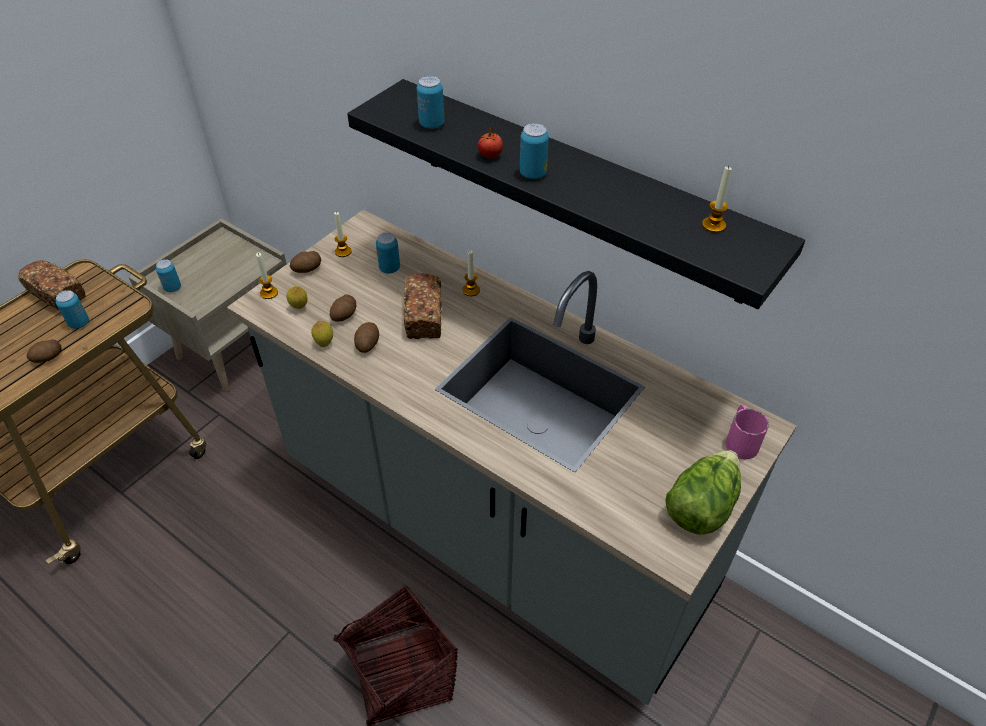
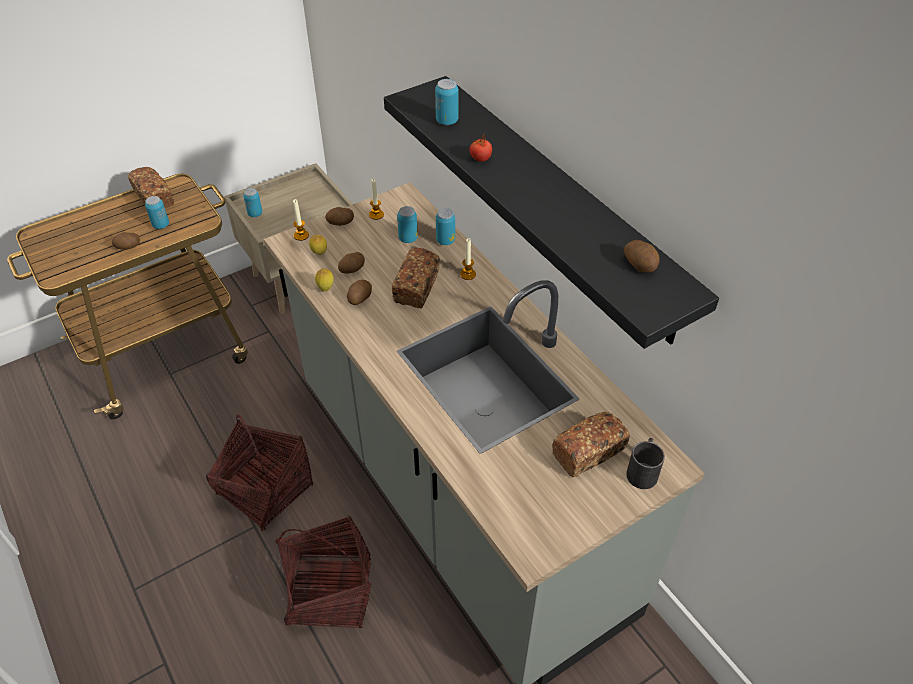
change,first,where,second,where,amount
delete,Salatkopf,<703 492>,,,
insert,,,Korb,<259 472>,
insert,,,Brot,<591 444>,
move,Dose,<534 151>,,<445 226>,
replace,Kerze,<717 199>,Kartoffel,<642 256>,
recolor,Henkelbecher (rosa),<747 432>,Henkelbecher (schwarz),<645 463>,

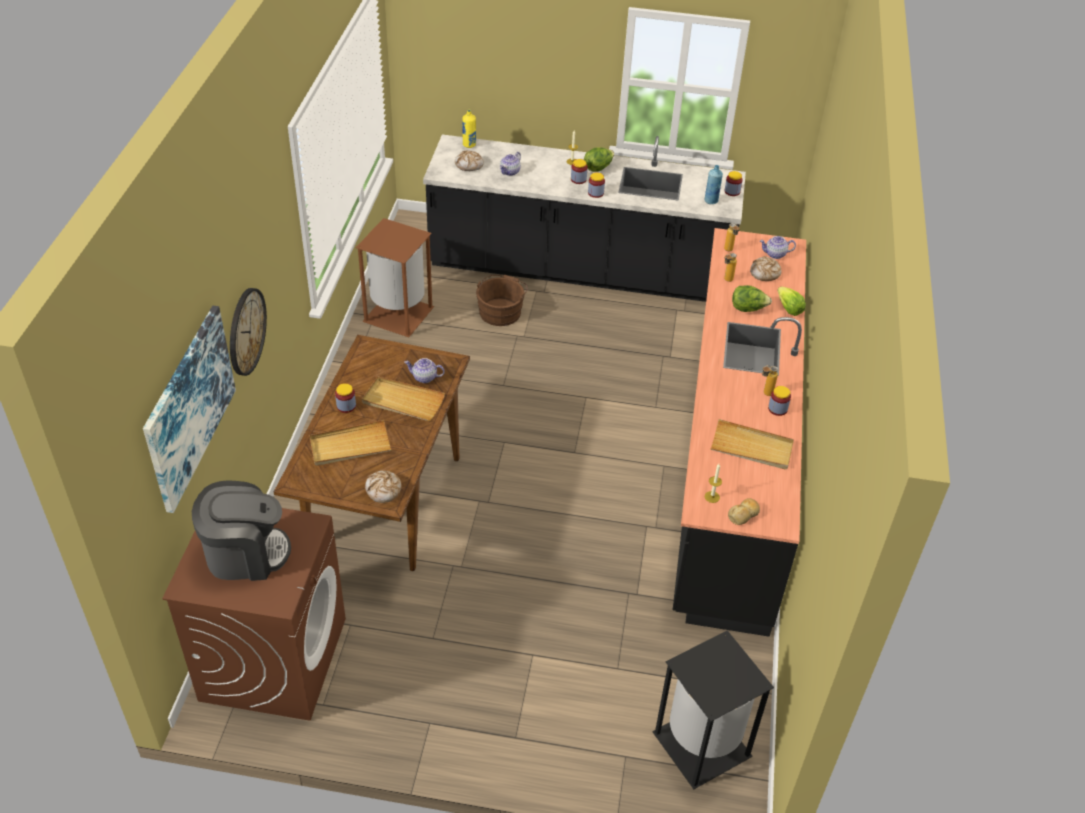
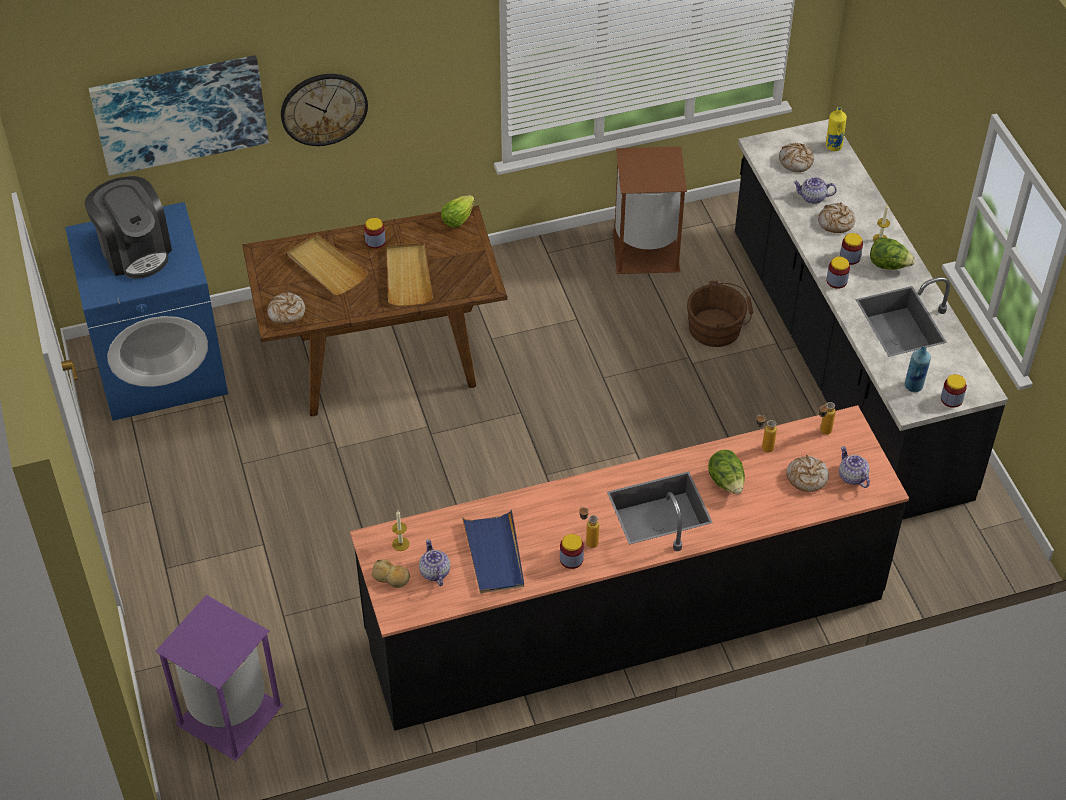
change,first,where,second,where,amount
insert,,,Brot,<836 218>,
move,Teekanne,<425 370>,,<434 562>,
move,Salatkopf,<791 301>,,<458 211>,
recolor,Waschmaschine (braun),<254 614>,Waschmaschine (blau),<146 311>,
recolor,Mülleimer (schwarz),<713 709>,Mülleimer (lila),<219 678>,
recolor,Tablett (beige),<752 444>,Tablett (blau),<493 551>,

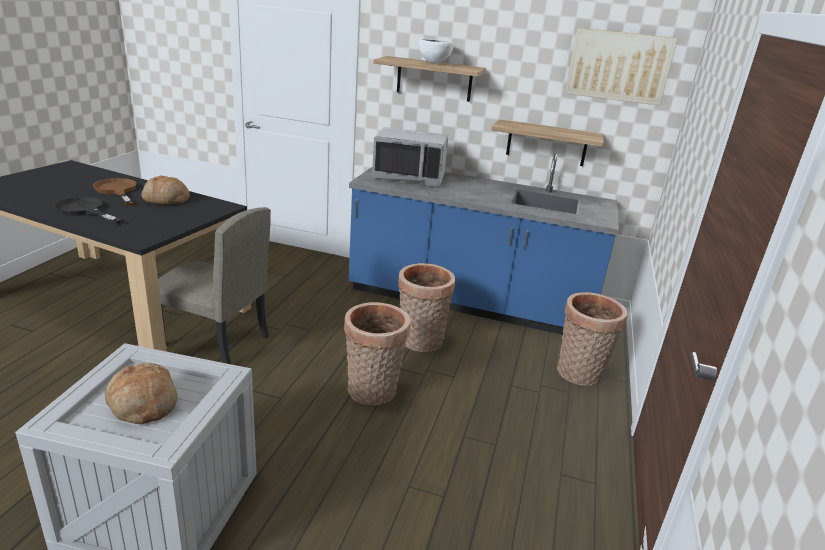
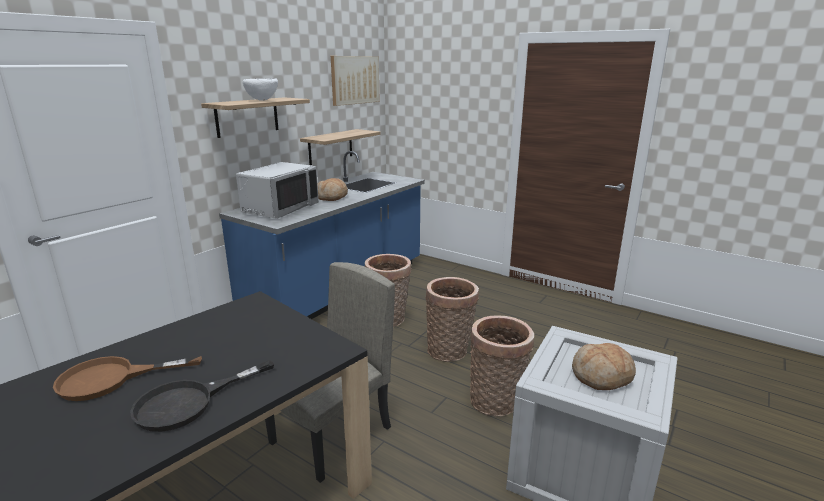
change,first,where,second,where,amount
move,Brot,<165 190>,,<332 189>,
move,Korb,<592 339>,,<502 366>,

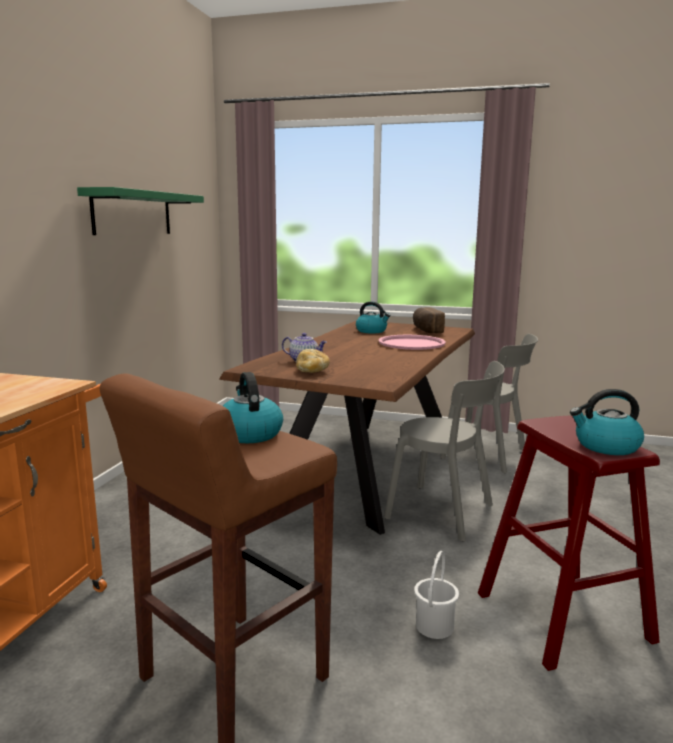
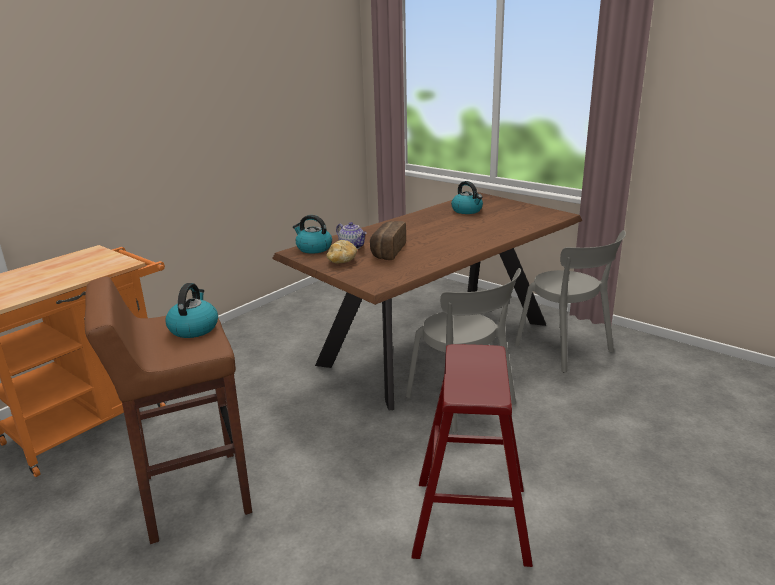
change,first,where,second,where,amount
delete,Wandregal (grün),<140 211>,,,
delete,Tablett (rosa),<412 342>,,,
delete,Eimer (weiß),<436 595>,,,
move,Brot,<429 320>,,<388 240>,
move,Wasserkessel,<607 422>,,<312 234>,

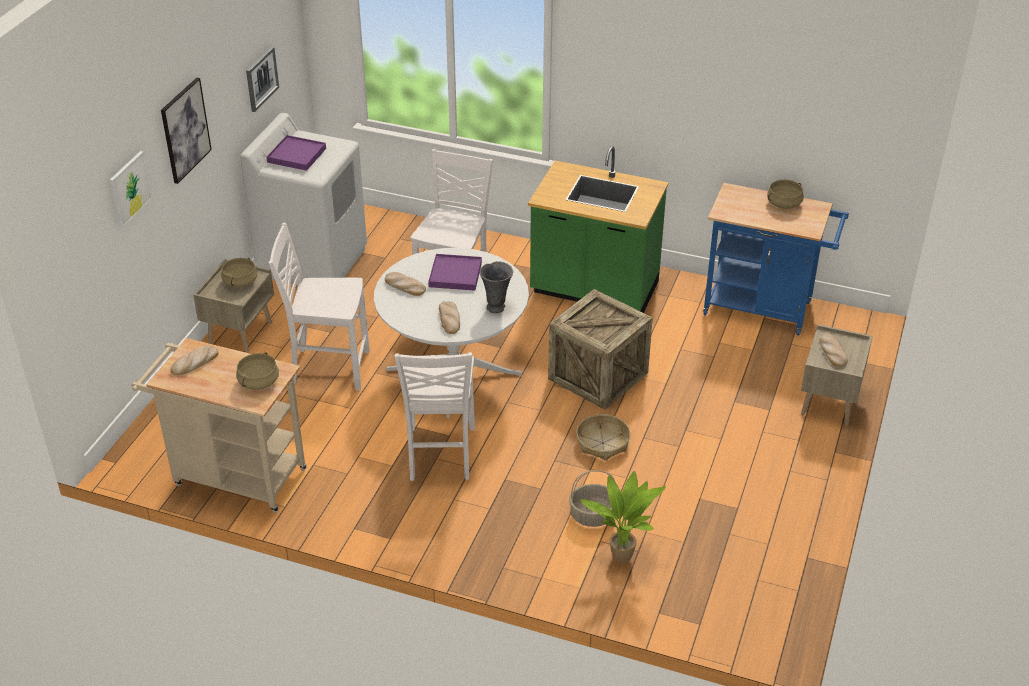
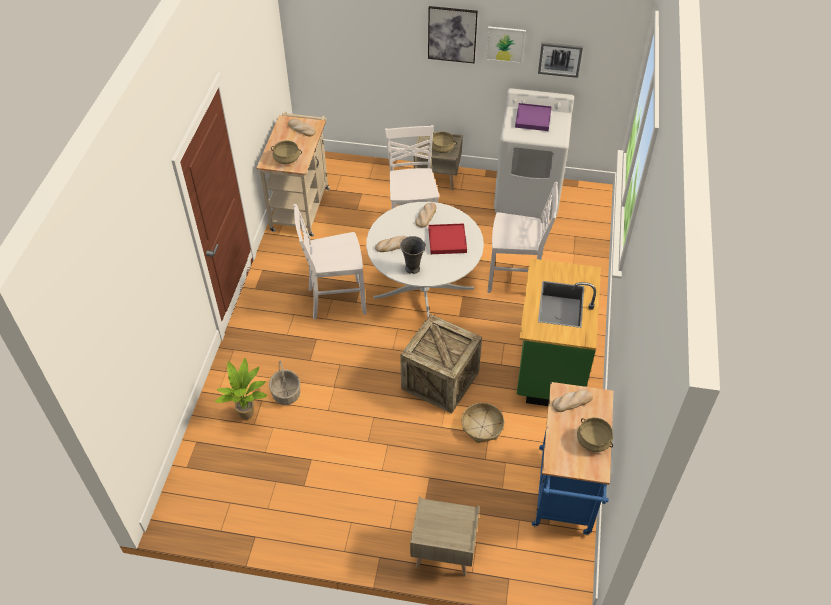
change,first,where,second,where,amount
move,Bild,<131 189>,,<506 45>,
move,Korb,<603 437>,,<483 423>,
move,Brot,<833 350>,,<572 400>,
recolor,Tablett (lila),<455 272>,Tablett (rot),<447 238>,

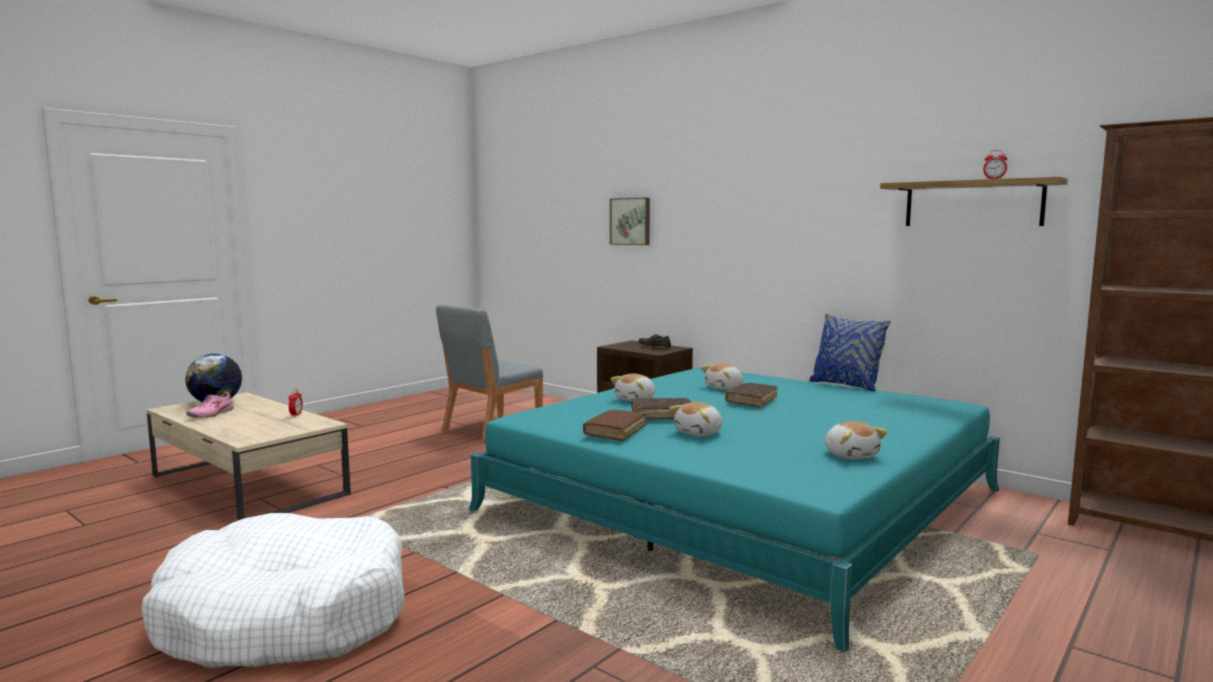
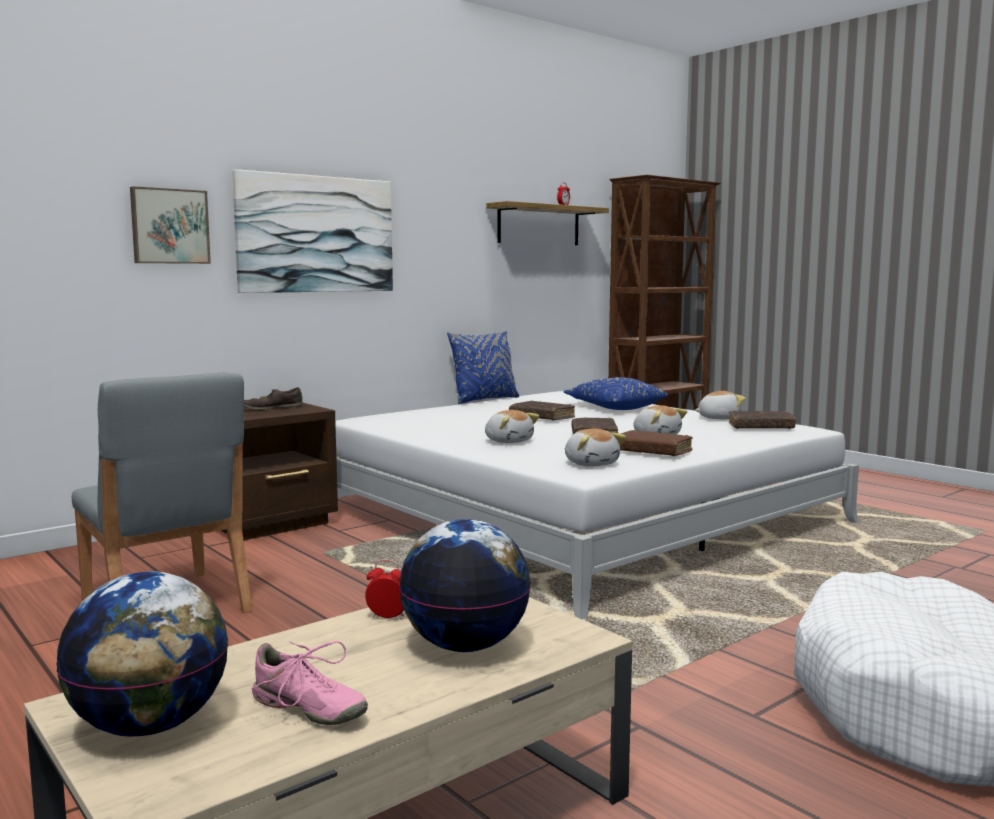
change,first,where,second,where,amount
insert,,,Bild,<312 231>,
insert,,,Globus,<465 585>,
insert,,,Kissen (blau),<616 393>,
insert,,,Buch (braun),<762 419>,
move,Plüschtier,<722 376>,,<595 447>,
recolor,Bett (türkis),<734 510>,Bett (weiß),<597 505>,

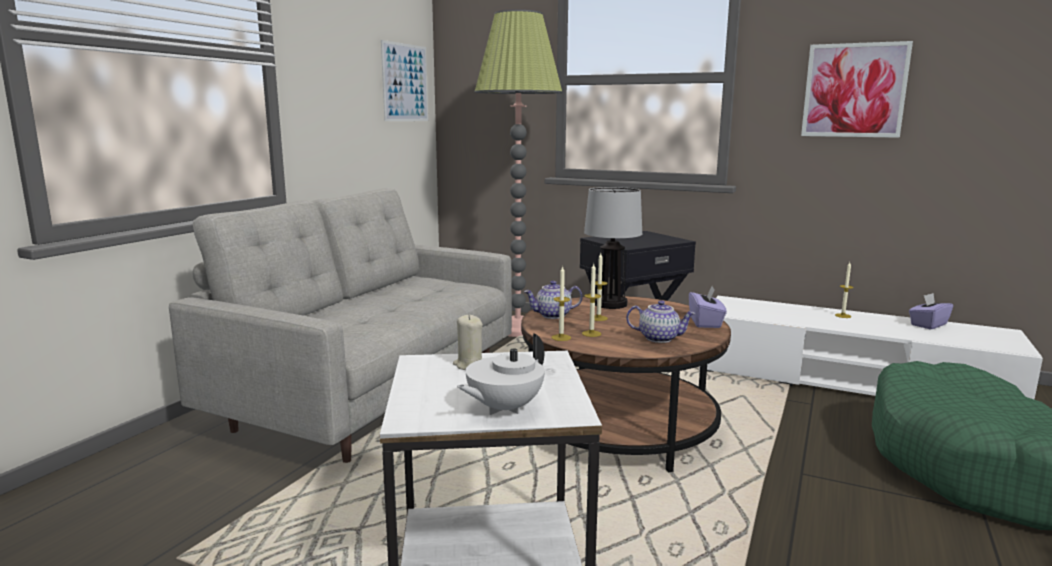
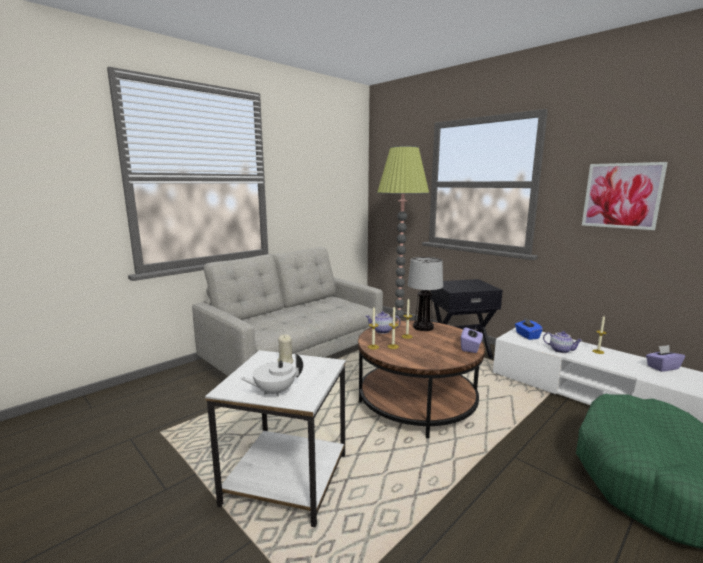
change,first,where,second,where,amount
delete,Bild,<404 80>,,,
insert,,,Taschentuchbox (blau),<529 328>,
move,Teekanne,<661 321>,,<563 342>,

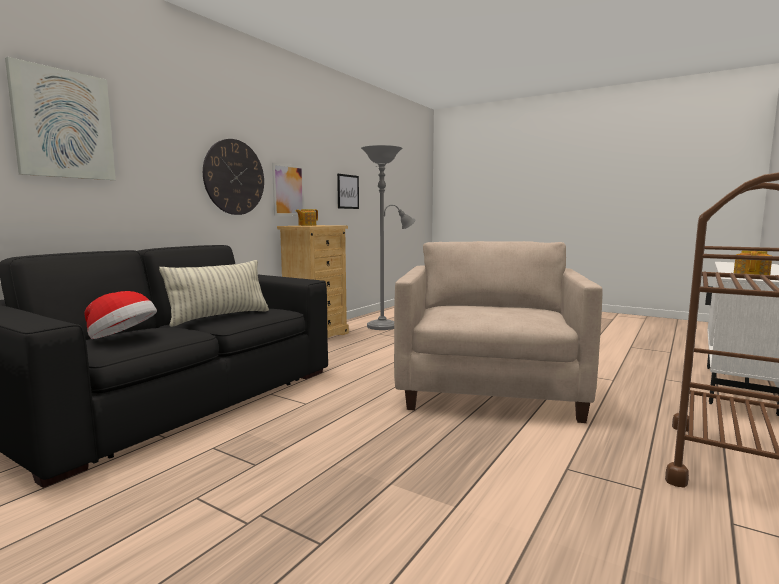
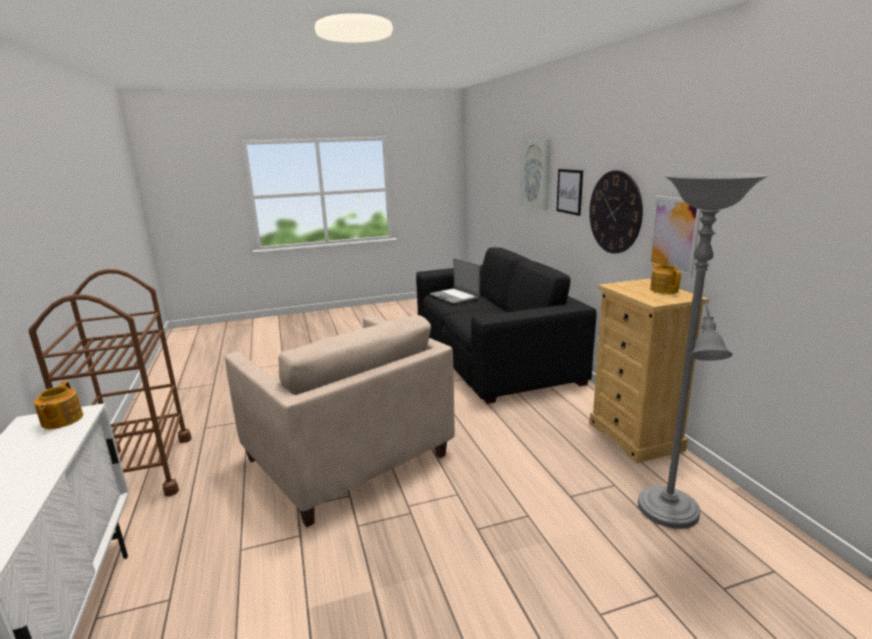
change,first,where,second,where,amount
delete,Kissen,<214 293>,,,
move,Bild,<348 191>,,<569 192>,
replace,Hut,<120 315>,Laptop,<454 280>,

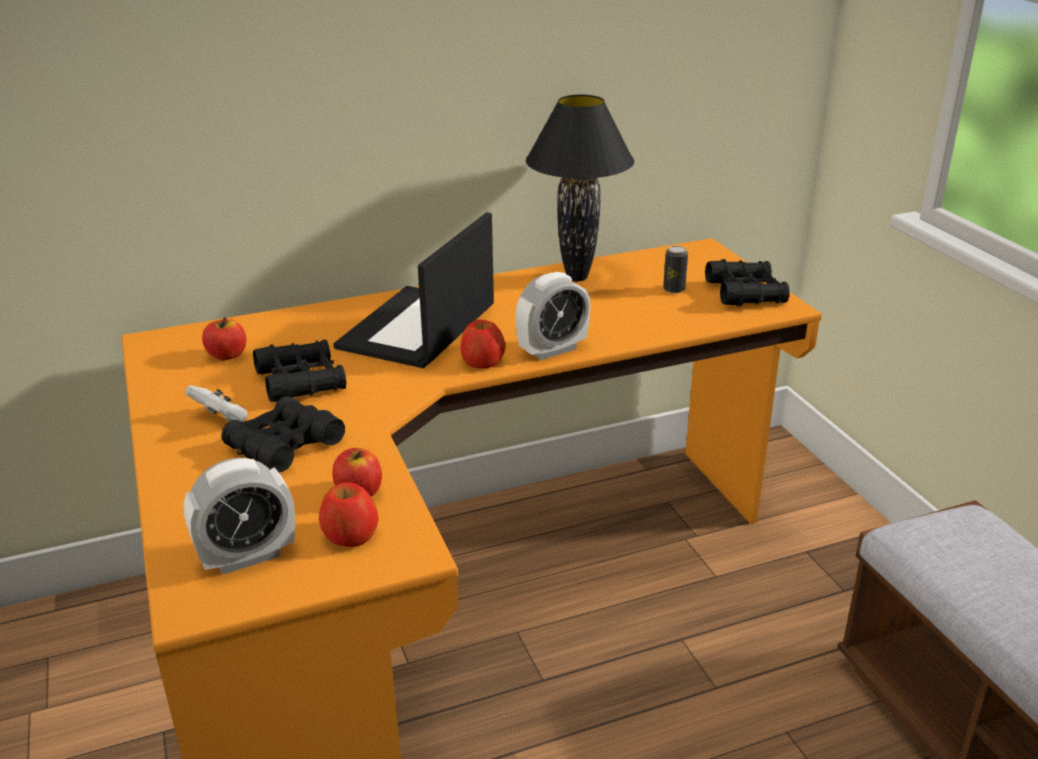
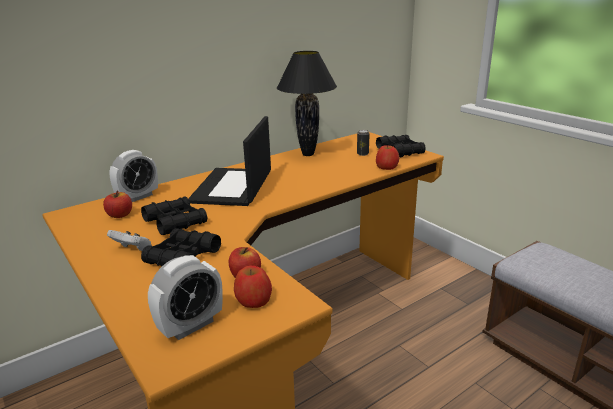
change,first,where,second,where,amount
move,Apfel,<483 344>,,<387 157>,
move,Wecker,<552 316>,,<133 176>,

